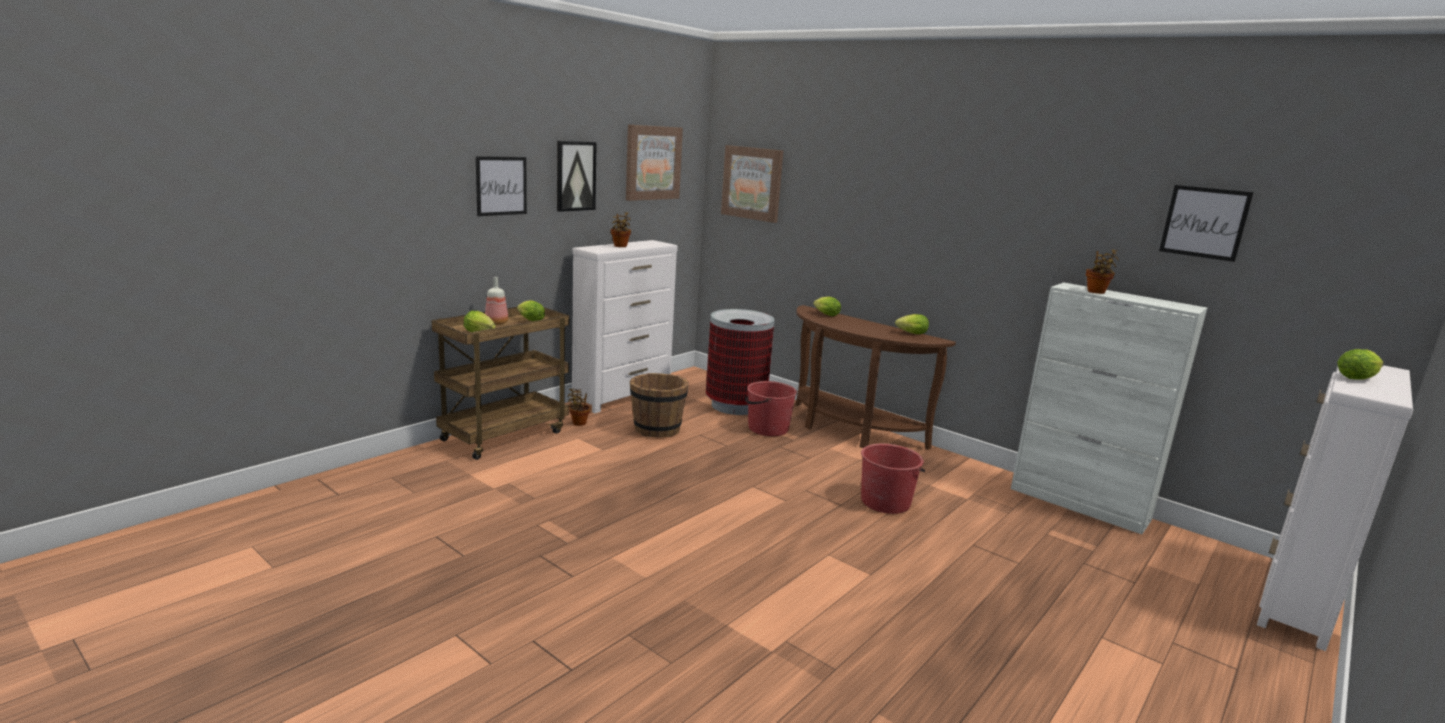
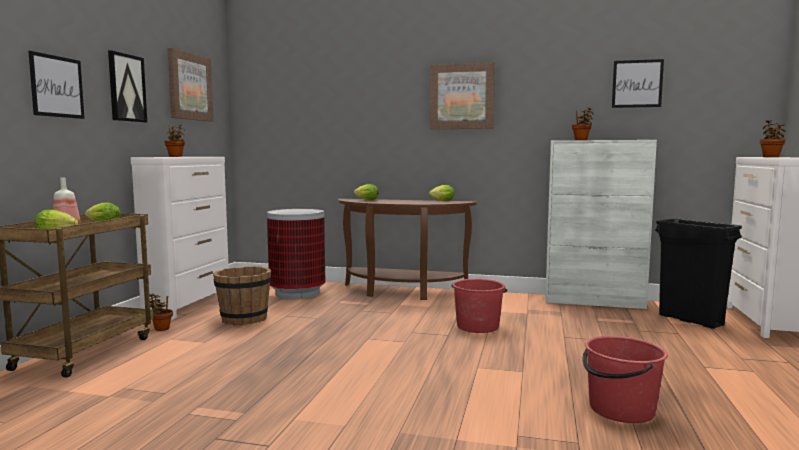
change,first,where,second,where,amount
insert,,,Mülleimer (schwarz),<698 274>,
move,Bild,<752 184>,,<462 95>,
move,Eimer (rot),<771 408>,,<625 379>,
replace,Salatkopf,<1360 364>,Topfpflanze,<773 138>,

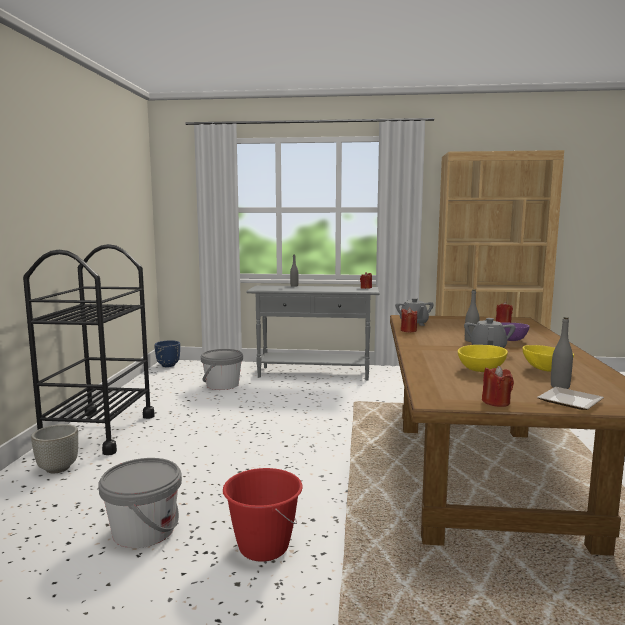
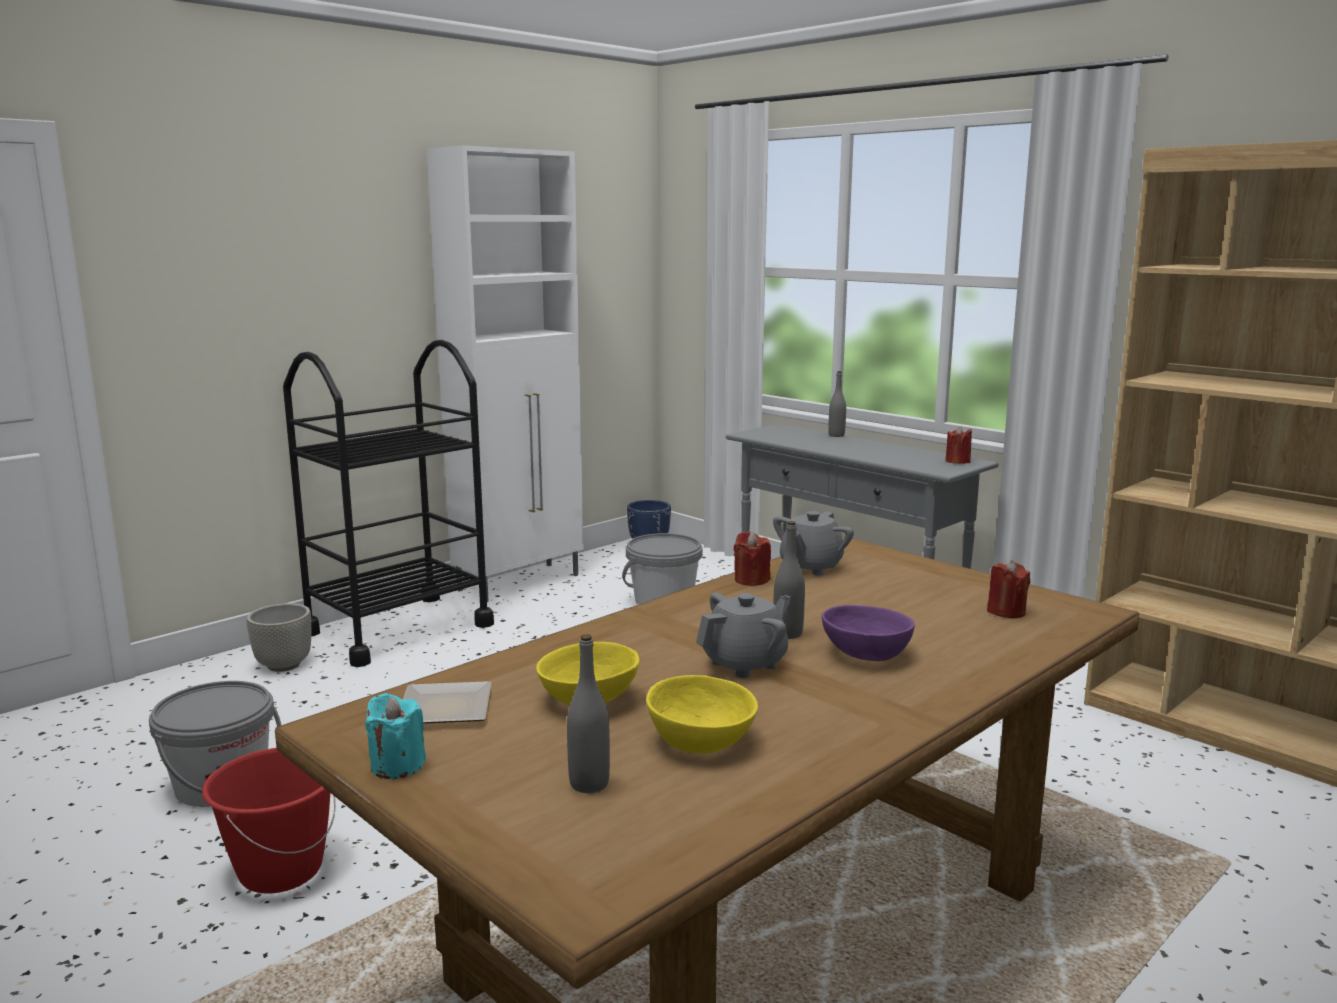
change,first,where,second,where,amount
insert,,,Schrank (weiß),<505 373>,
move,Teller,<570 398>,,<447 702>,
recolor,Kerze (rot),<498 386>,Kerze (türkis),<395 736>,

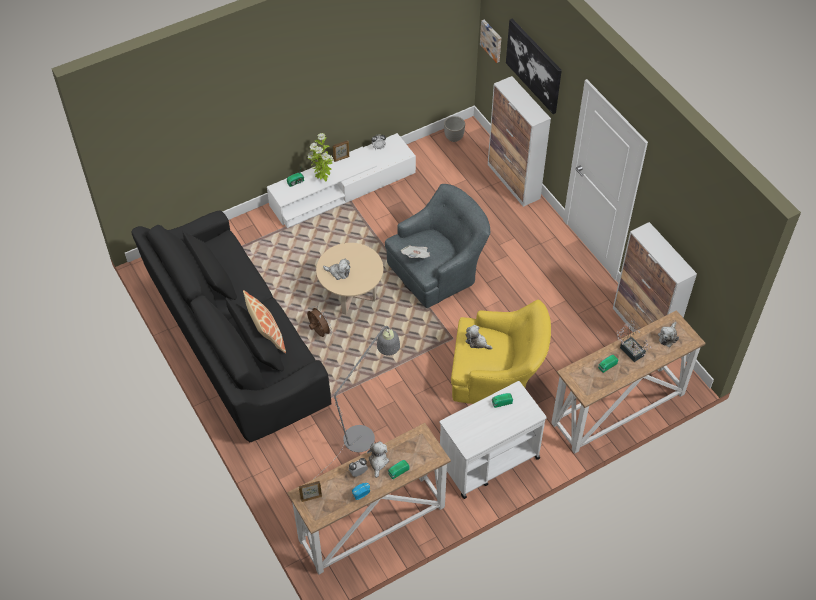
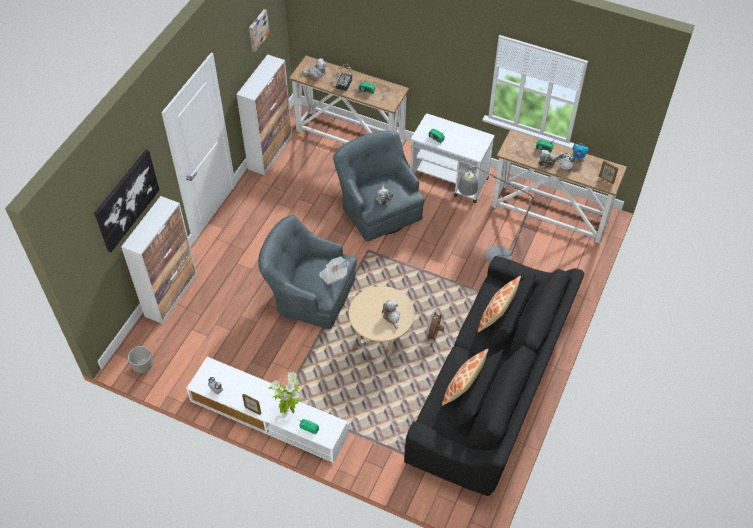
change,first,where,second,where,amount
insert,,,Kissen,<465 377>,
move,Bild,<490 41>,,<259 30>,
recolor,Sessel (gelb),<501 352>,Sessel (grau),<378 186>,

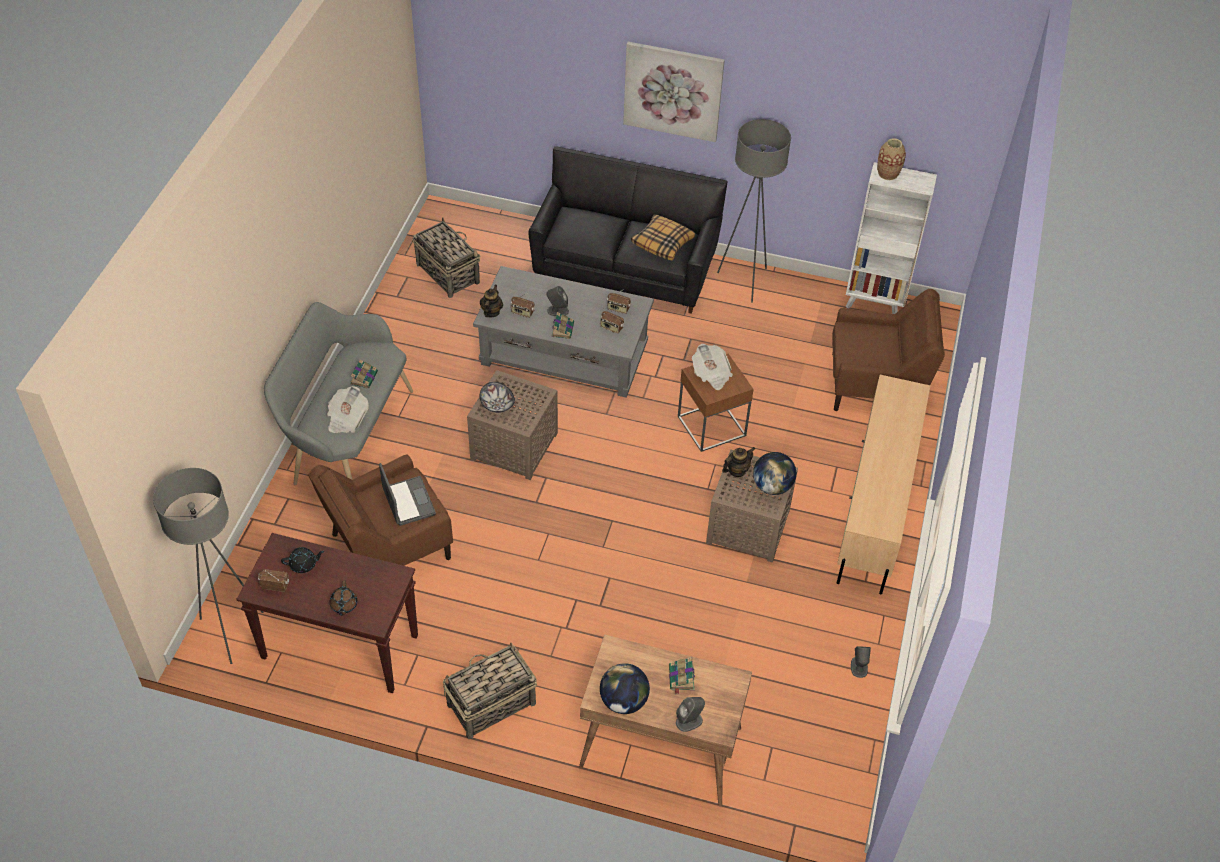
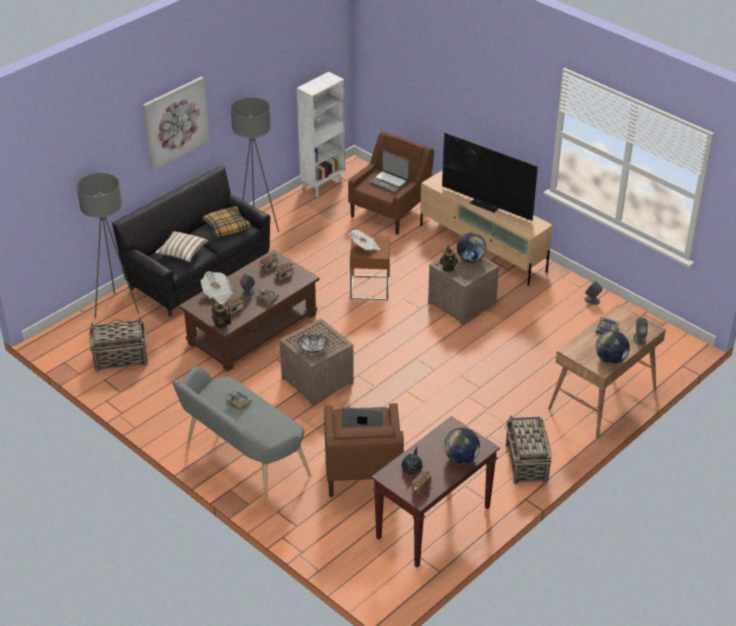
change,first,where,second,where,amount
delete,Vase,<891 159>,,,
insert,,,Kissen,<182 246>,
insert,,,Laptop,<389 171>,
insert,,,Fernseher,<490 176>,
move,Stehlampe (grau),<208 566>,,<108 245>,
move,Zeitung,<348 409>,,<216 287>,
replace,Teekanne (braun),<344 598>,Globus,<462 446>,
recolor,Couchtisch (grau),<563 332>,Couchtisch (braun),<249 310>,

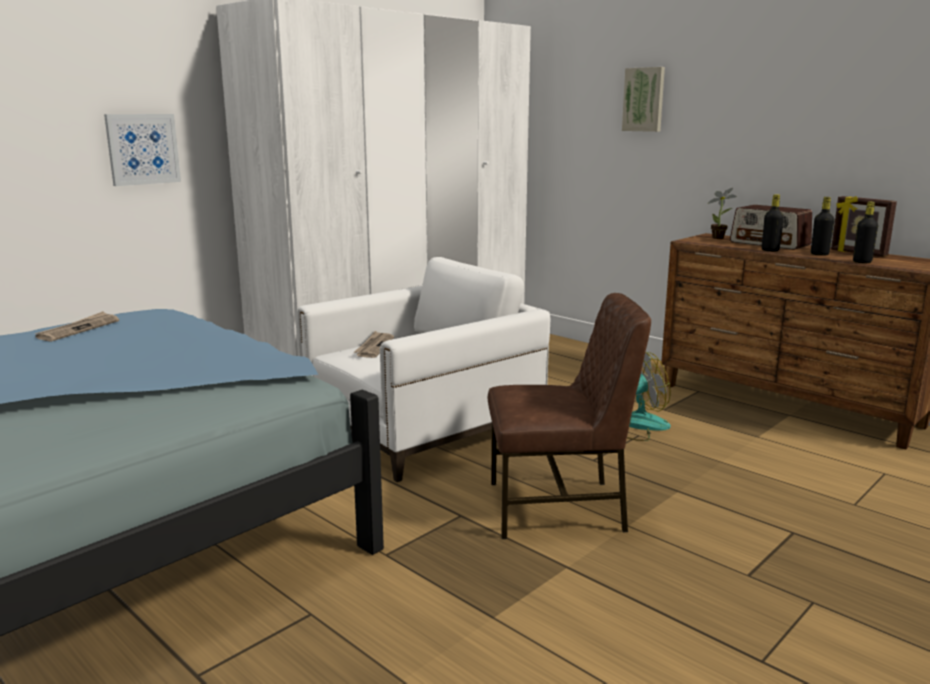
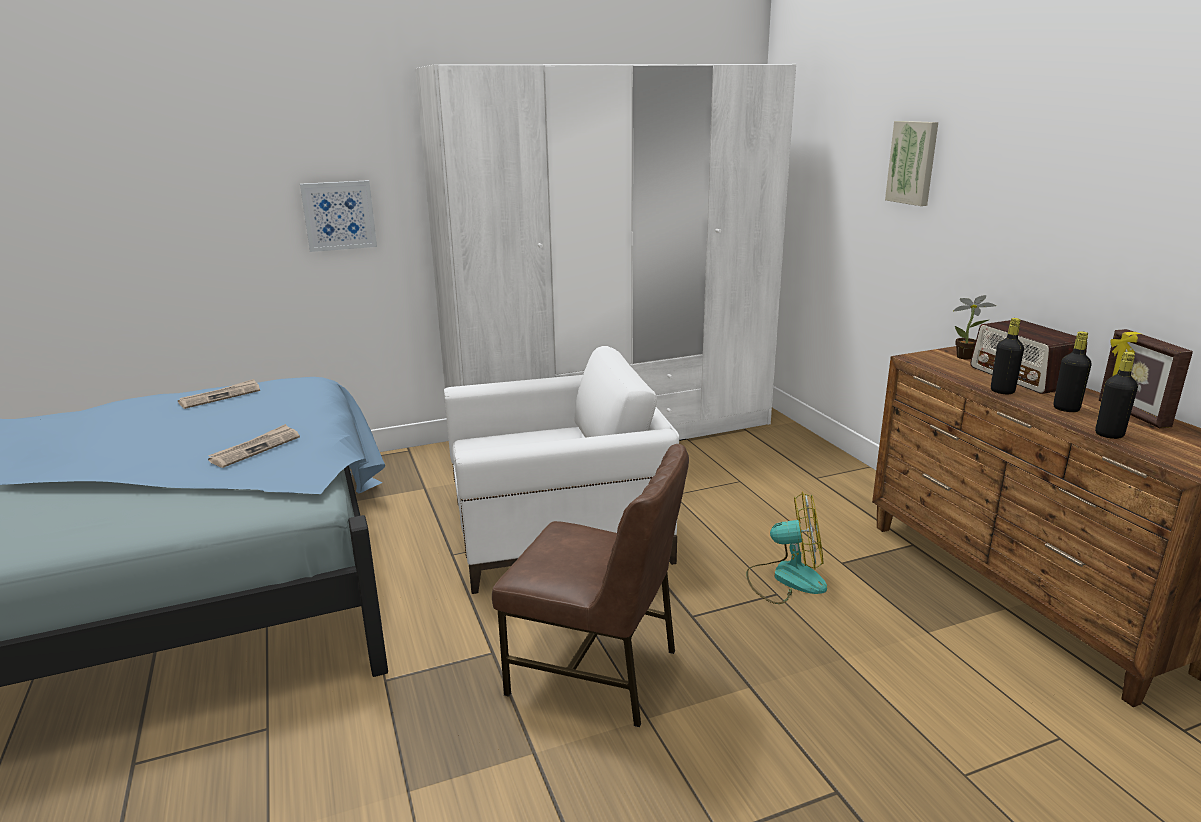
change,first,where,second,where,amount
move,Zeitung,<373 344>,,<254 446>,

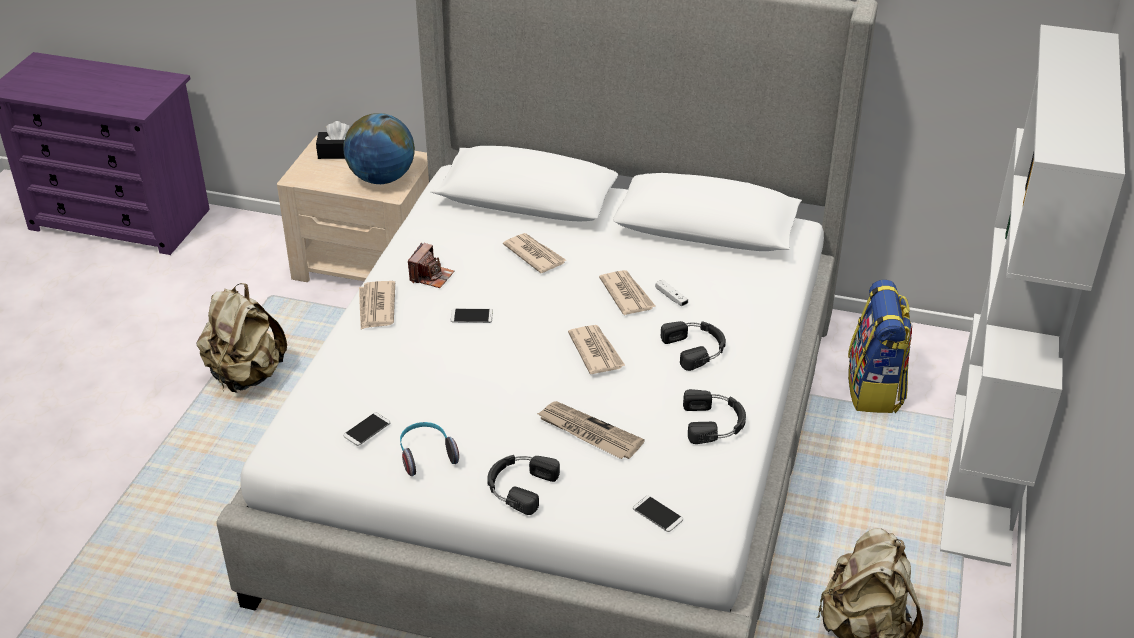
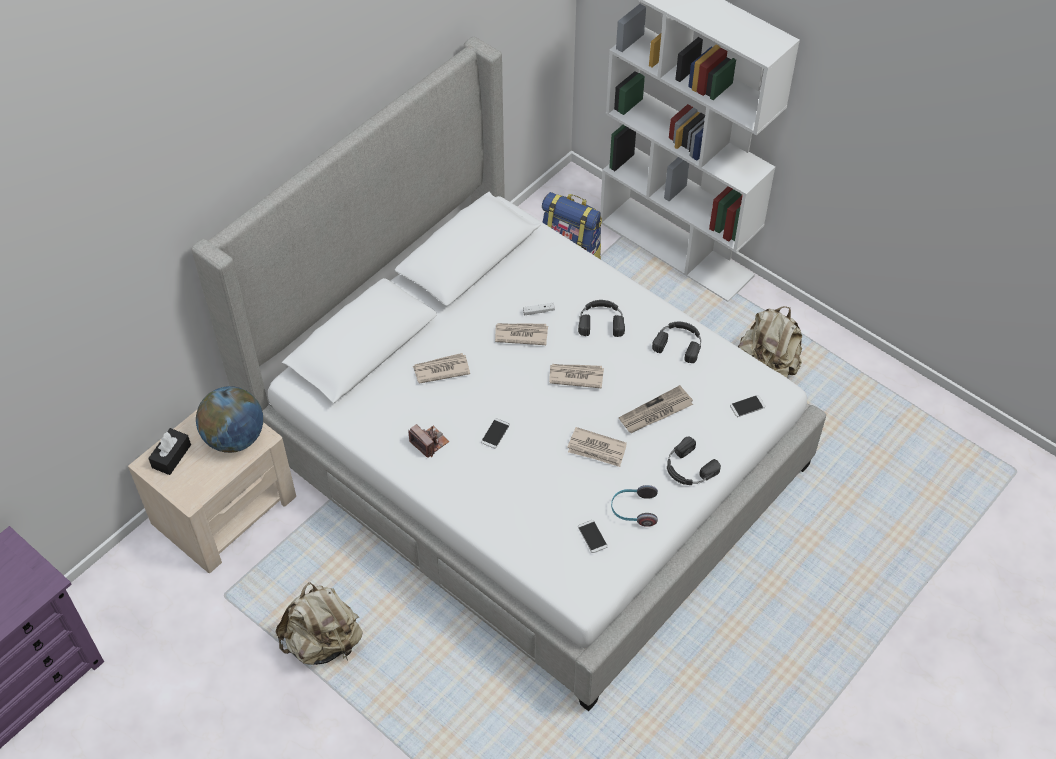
change,first,where,second,where,amount
move,Zeitung,<377 305>,,<597 447>,

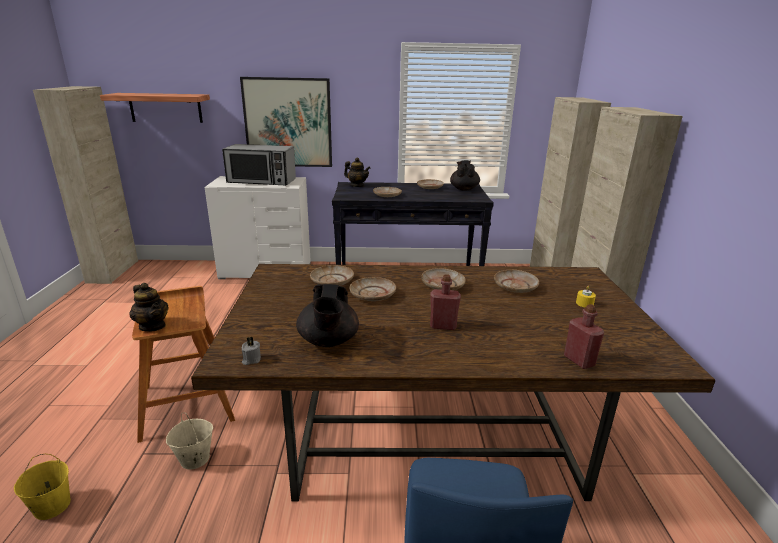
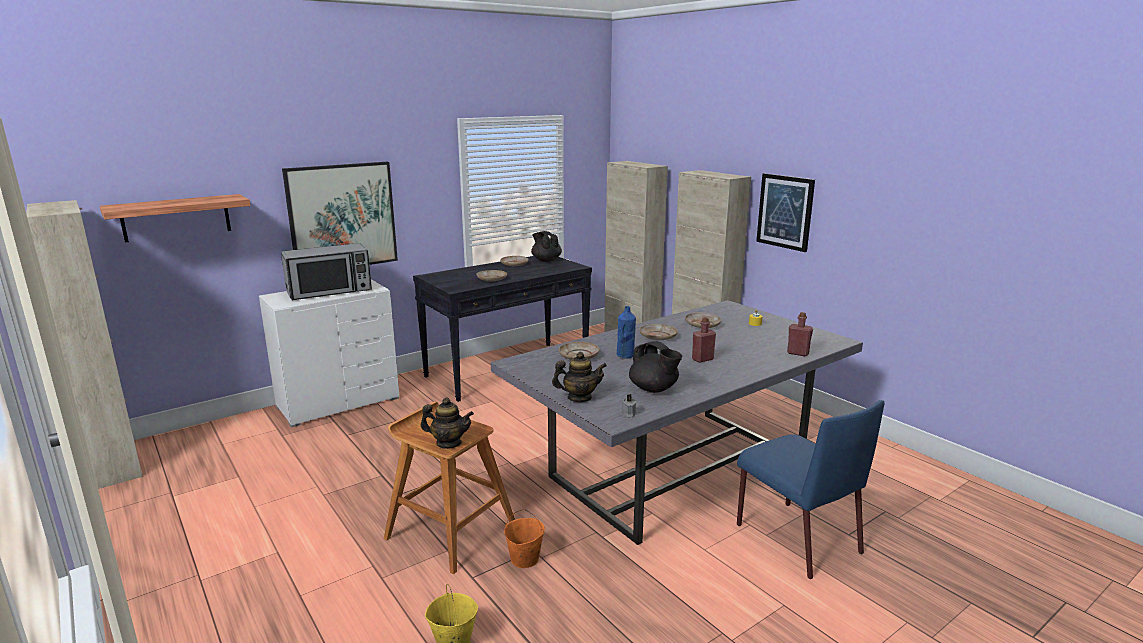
change,first,where,second,where,amount
insert,,,Bild,<785 212>,
move,Teekanne,<357 172>,,<579 377>,
replace,Teller (beige),<373 289>,Flasche (blau),<626 332>,
recolor,Eimer (beige),<189 441>,Eimer (orange),<524 538>,
recolor,Esstisch (braun),<453 382>,Esstisch (grau),<677 422>,

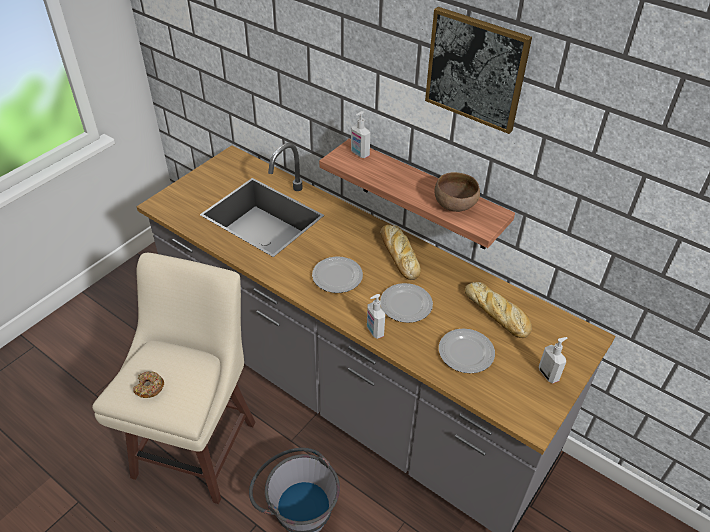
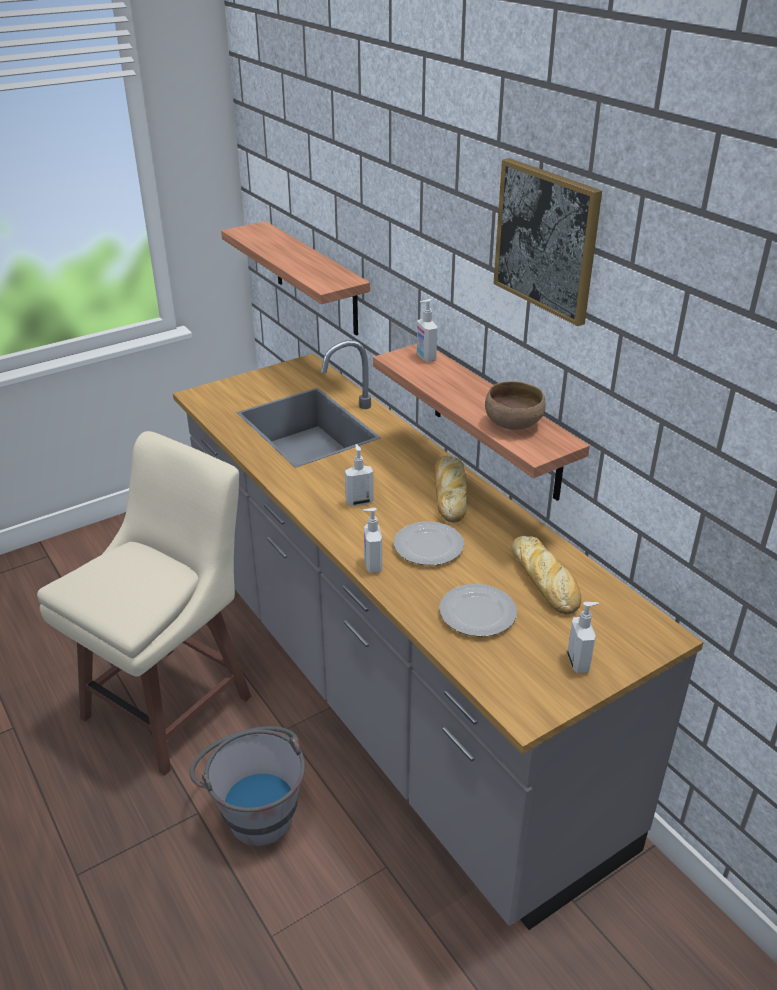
change,first,where,second,where,amount
delete,Donut,<148 384>,,,
insert,,,Wandregal,<295 278>,
replace,Teller,<337 275>,Seifenspender,<359 475>,

